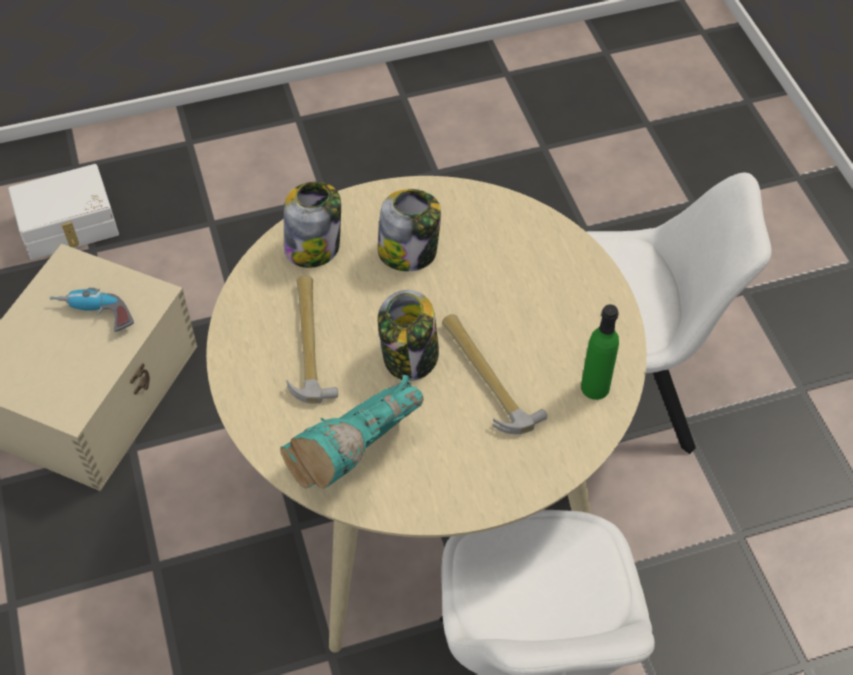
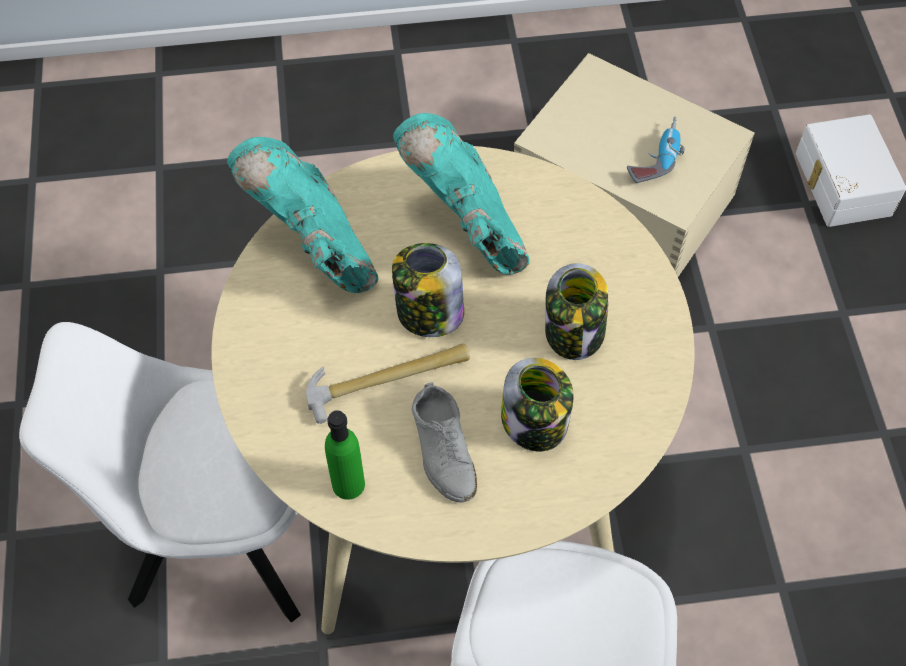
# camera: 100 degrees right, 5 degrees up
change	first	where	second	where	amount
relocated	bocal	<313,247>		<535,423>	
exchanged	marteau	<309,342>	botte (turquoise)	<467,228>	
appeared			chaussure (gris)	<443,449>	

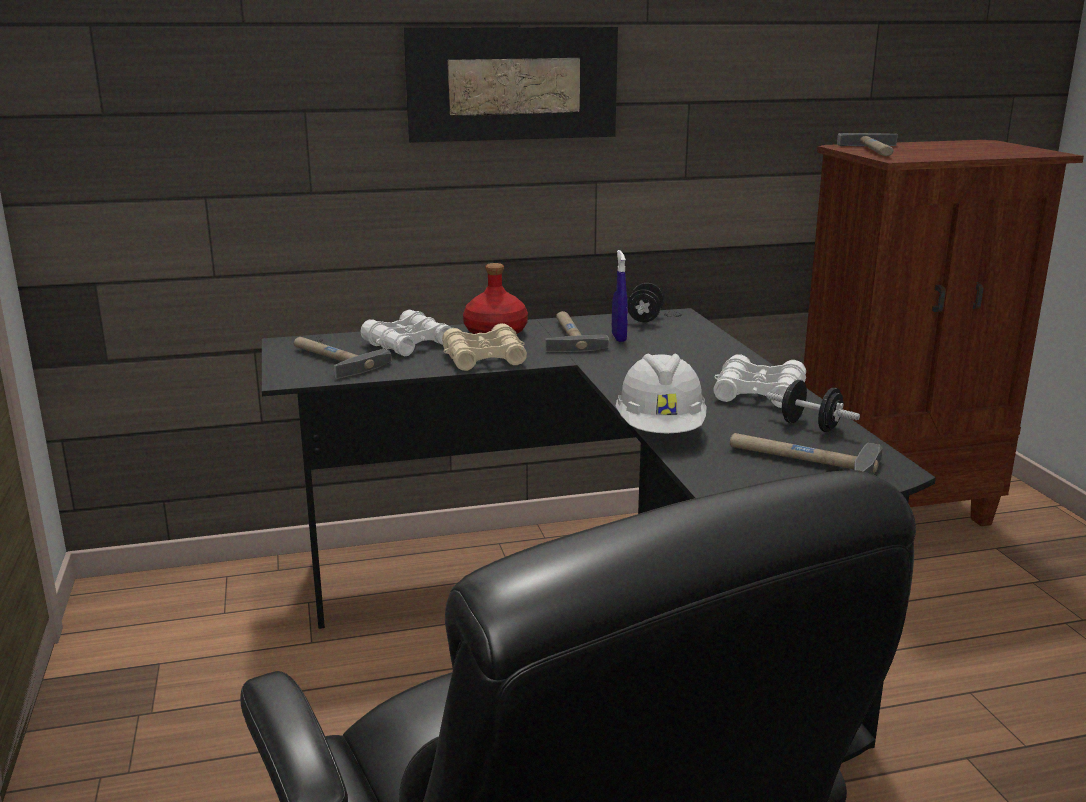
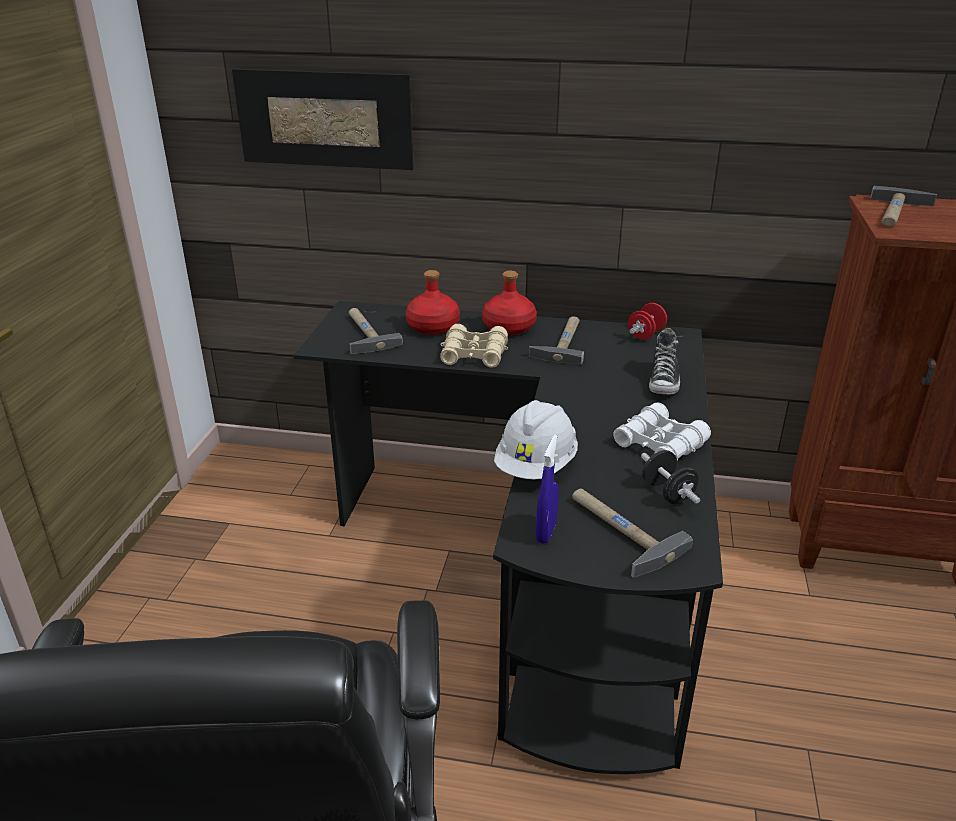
# camera: 25 degrees right, 10 degrees up
change	first	where	second	where	amount
relocated	tableau	<513,84>		<324,119>	
relocated	vaporisateur (bleu)	<619,337>		<546,532>	
colour	haltère (noir)	<645,318>	haltère (rouge)	<646,334>	
exchanged	jumelles (blanc)	<408,344>	bouteille (rouge)	<432,327>	
appeared			chaussure	<664,382>	

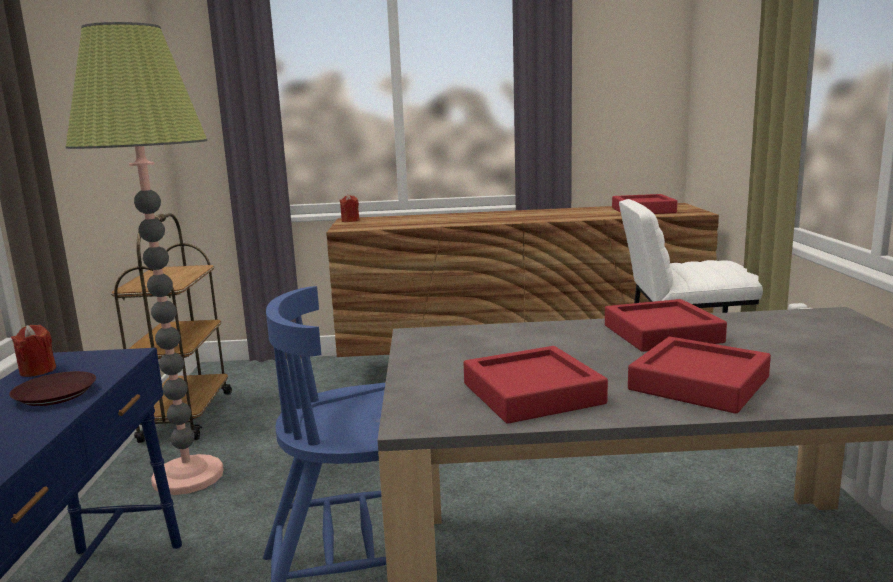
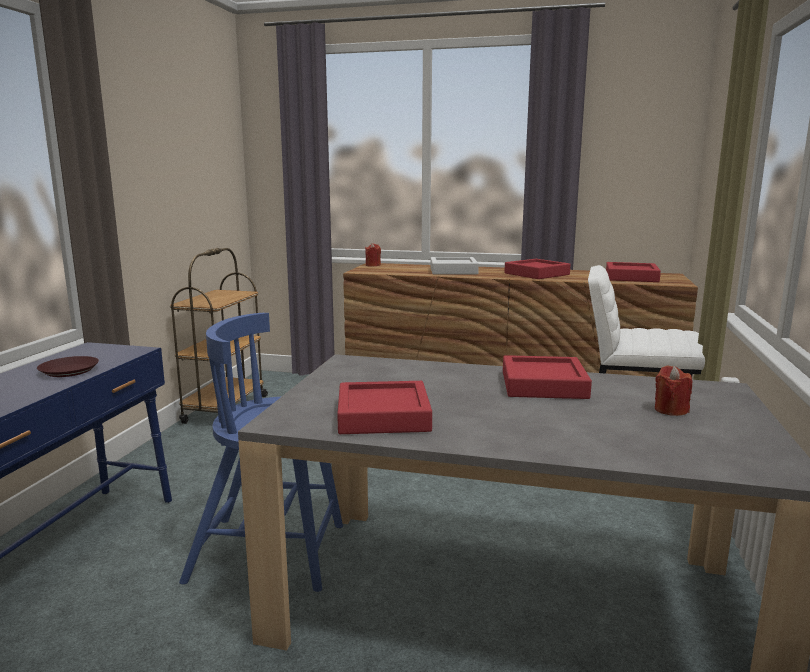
# camera: 15 degrees right, 0 degrees up
change	first	where	second	where	amount
missing	lampadaire	<188,476>			
relocated	bougie (rouge)	<38,371>		<670,410>	
relocated	plateau (rouge)	<698,383>		<536,274>	
appeared			plateau (gris)	<453,271>	

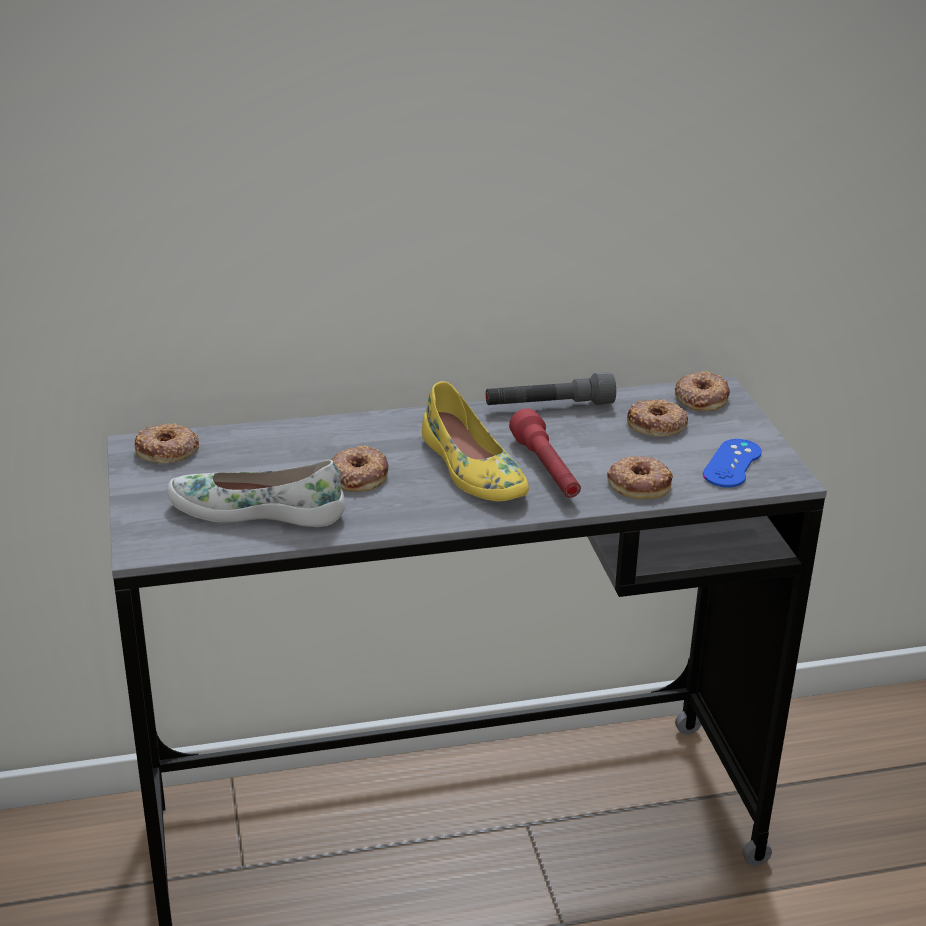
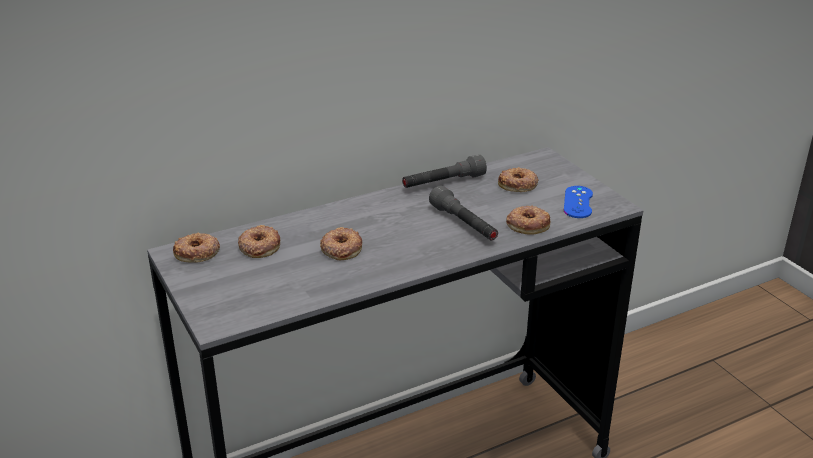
# camera: 15 degrees left, 0 degrees up
change	first	where	second	where	amount
relocated	beignet	<701,398>		<259,246>	
missing	chaussure (jaune)	<471,469>			
colour	lampe de poche (rouge)	<546,470>	lampe de poche (gris)	<464,224>	
missing	chaussure (blanc)	<257,510>			

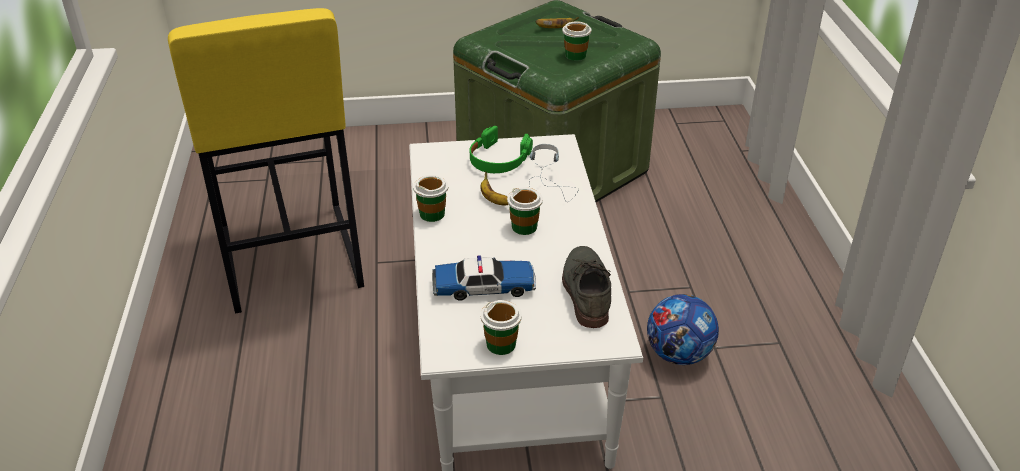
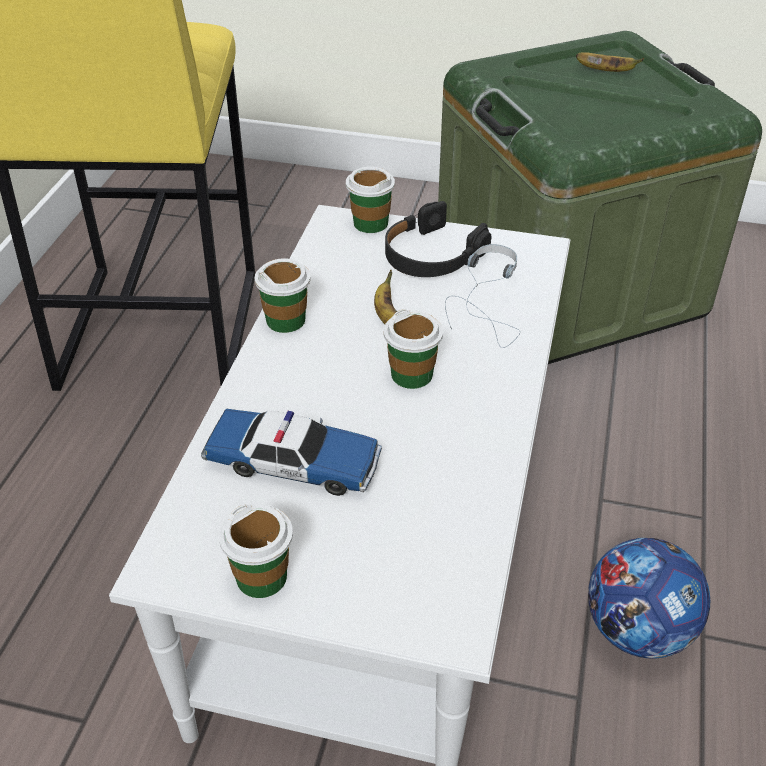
# camera: 20 degrees right, 5 degrees up
change	first	where	second	where	amount
relocated	tasse	<575,55>		<370,223>	
colour	casque audio (vert)	<498,159>	casque audio (noir)	<431,255>	
missing	chaussure (gris)	<585,290>			

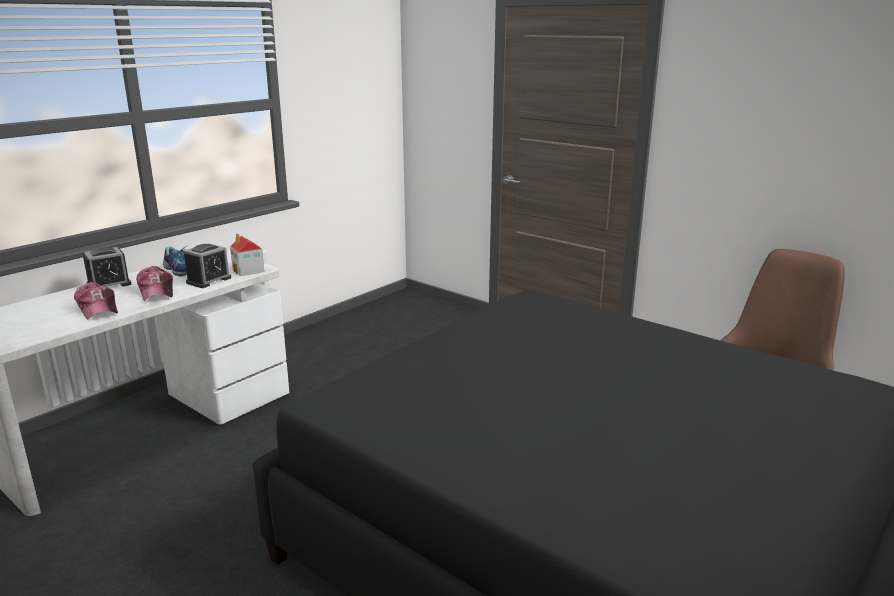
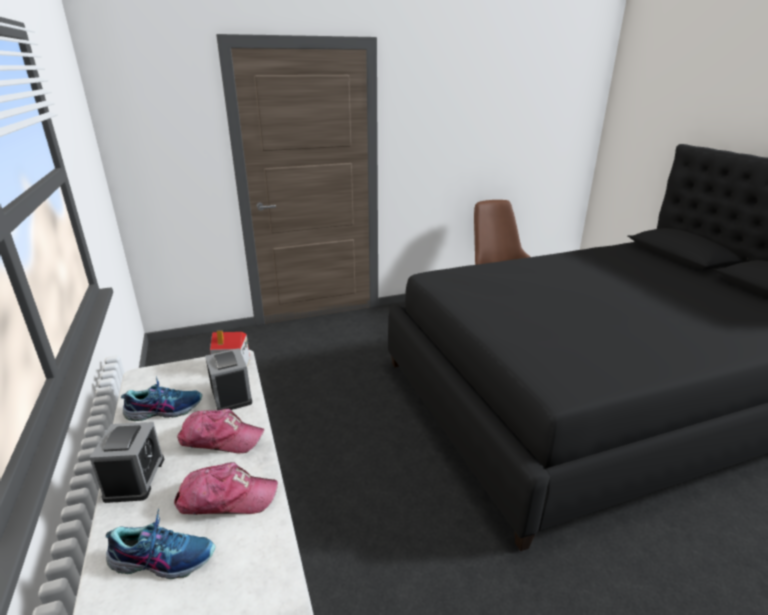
# camera: 60 degrees left, 5 degrees up
change	first	where	second	where	amount
appeared			chaussure	<163,558>	

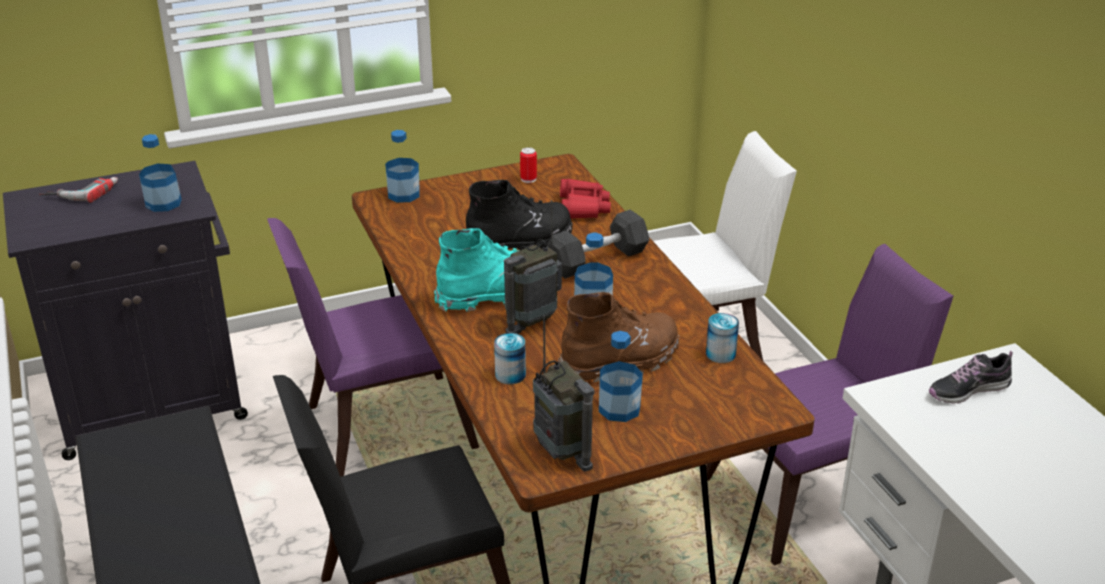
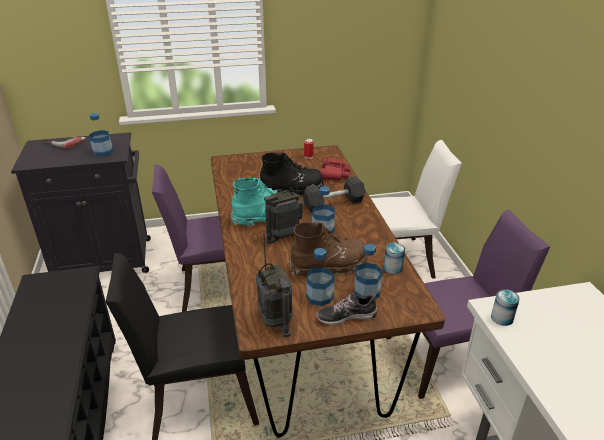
# camera: 10 degrees right, 0 degrees up
change	first	where	second	where	amount
relocated	bouteille	<404,194>		<367,292>	
relocated	boîte métallique	<510,375>		<502,318>	
relocated	chaussure	<968,390>		<346,316>	

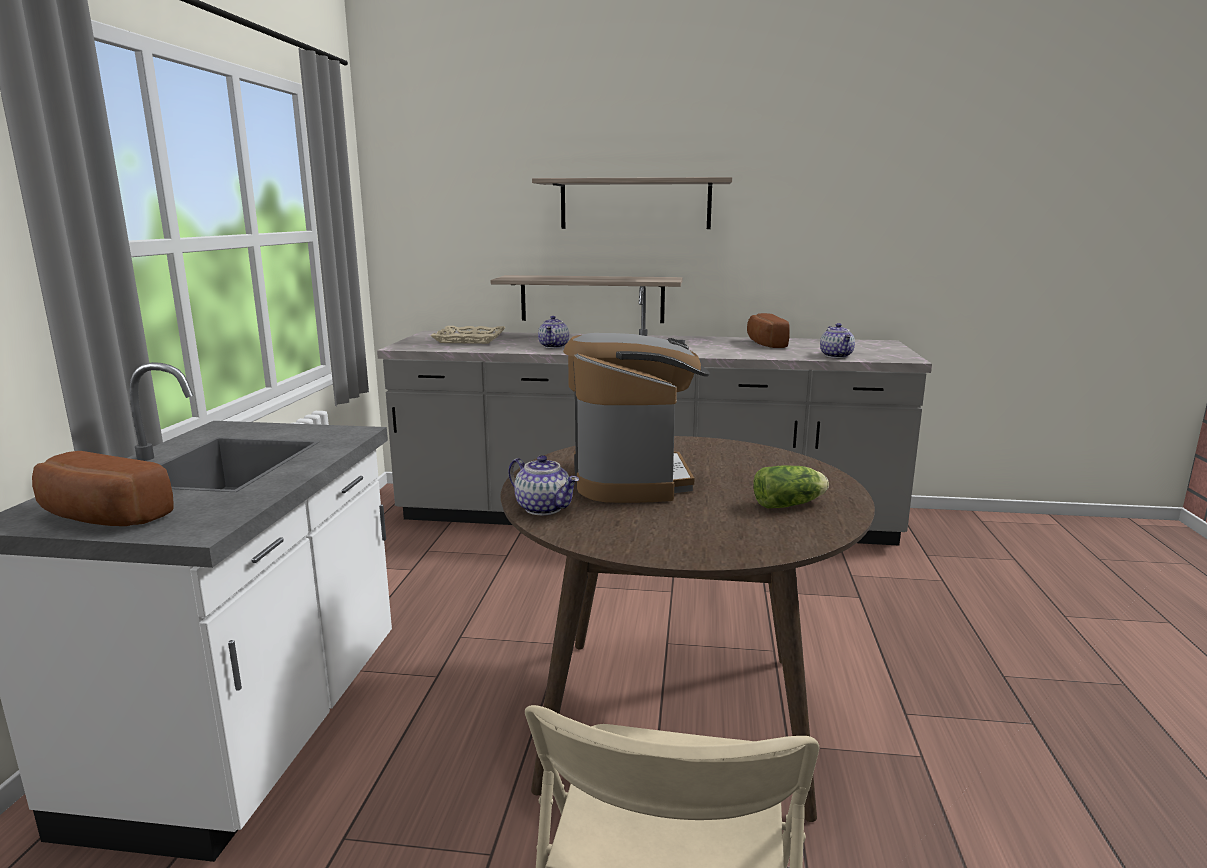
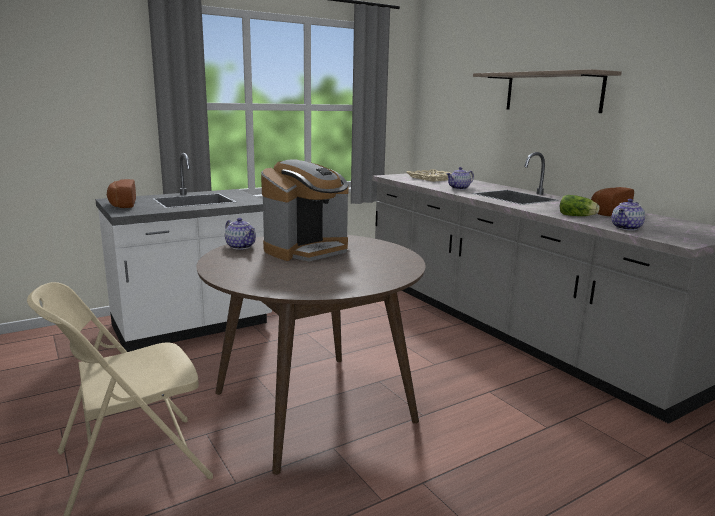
# camera: 50 degrees right, 0 degrees up
change	first	where	second	where	amount
missing	étagère	<592,299>			
spun	théière	<544,508>		<241,246>	45 degrees counterclockwise
relocated	laitue	<790,504>		<578,216>	

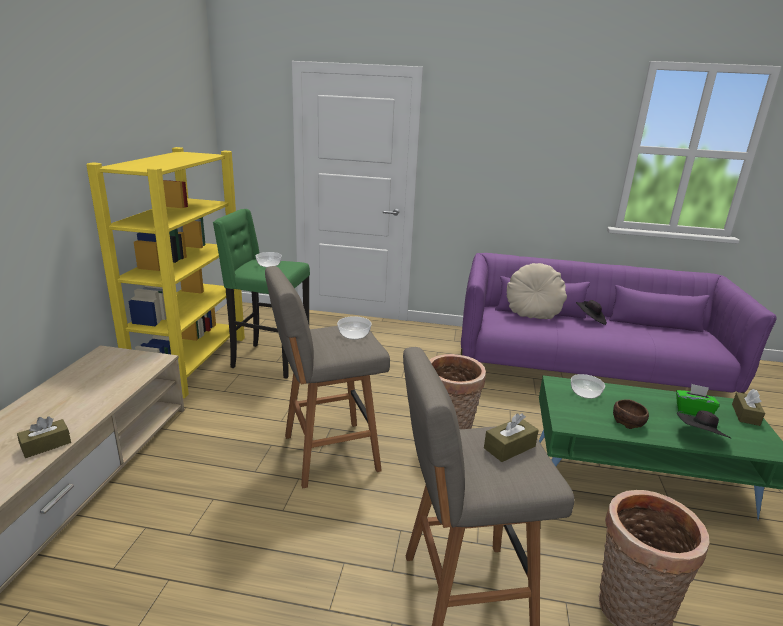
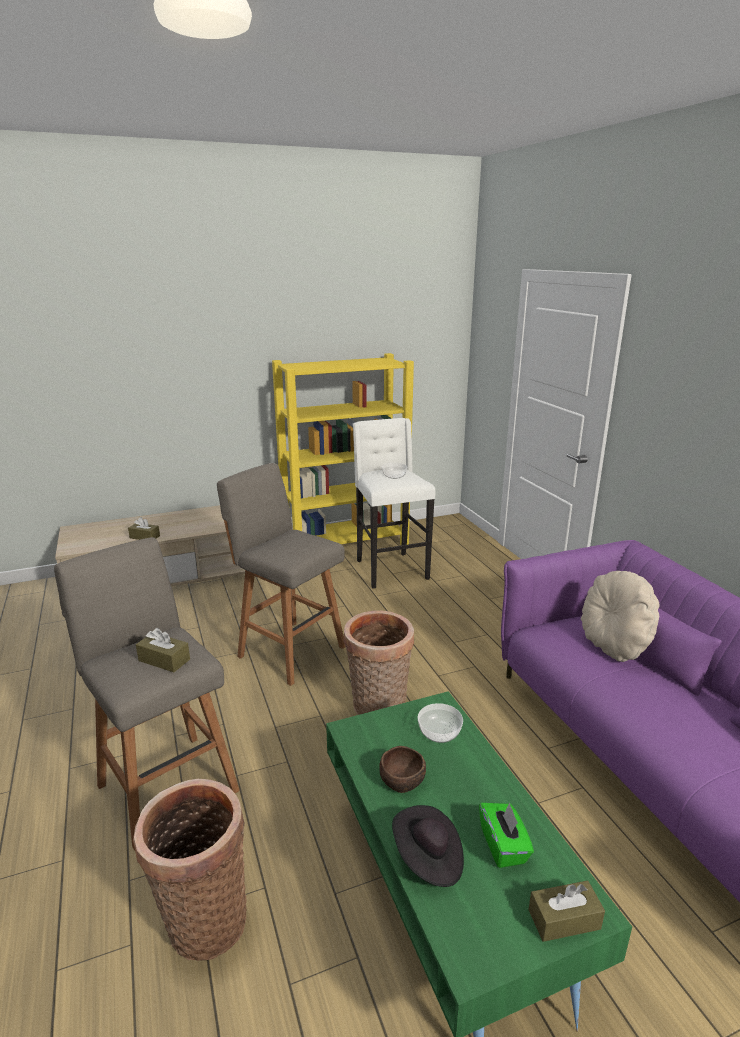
# camera: 60 degrees right, 0 degrees up
change	first	where	second	where	amount
colour	tabouret (vert)	<268,360>	tabouret (blanc)	<390,569>	
missing	chapeau (noir)	<590,320>			
missing	bol	<353,335>			

